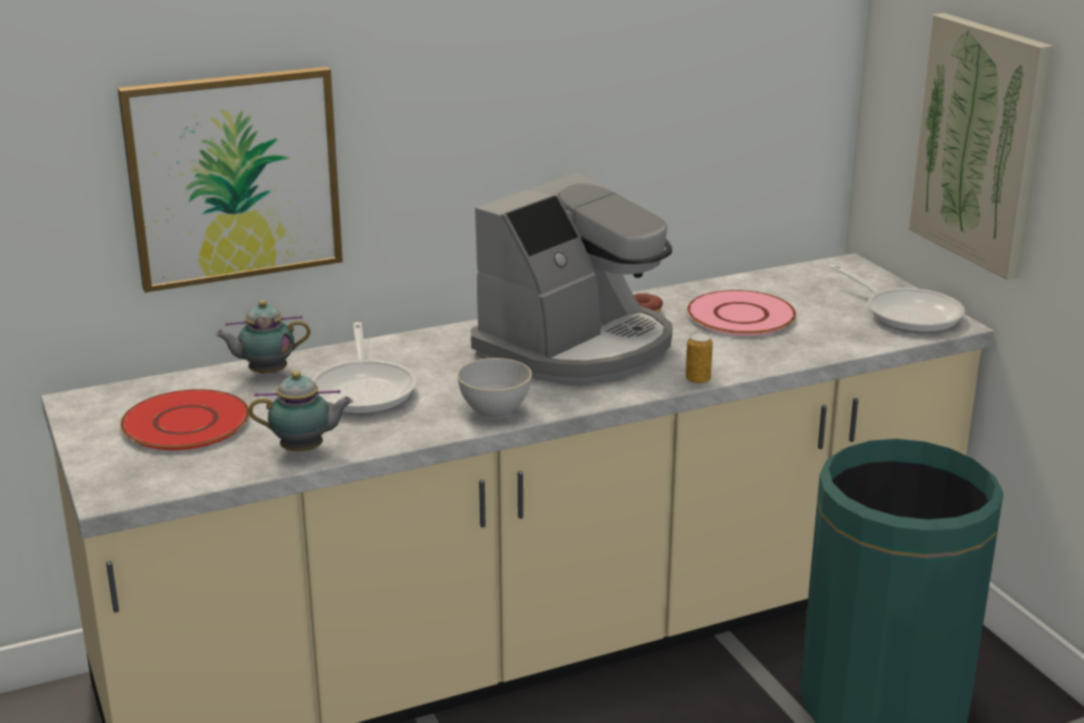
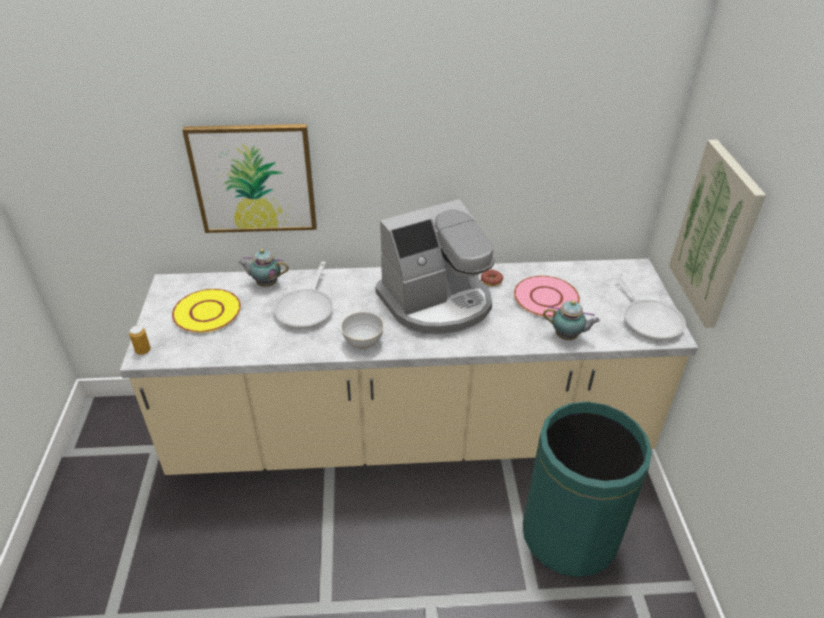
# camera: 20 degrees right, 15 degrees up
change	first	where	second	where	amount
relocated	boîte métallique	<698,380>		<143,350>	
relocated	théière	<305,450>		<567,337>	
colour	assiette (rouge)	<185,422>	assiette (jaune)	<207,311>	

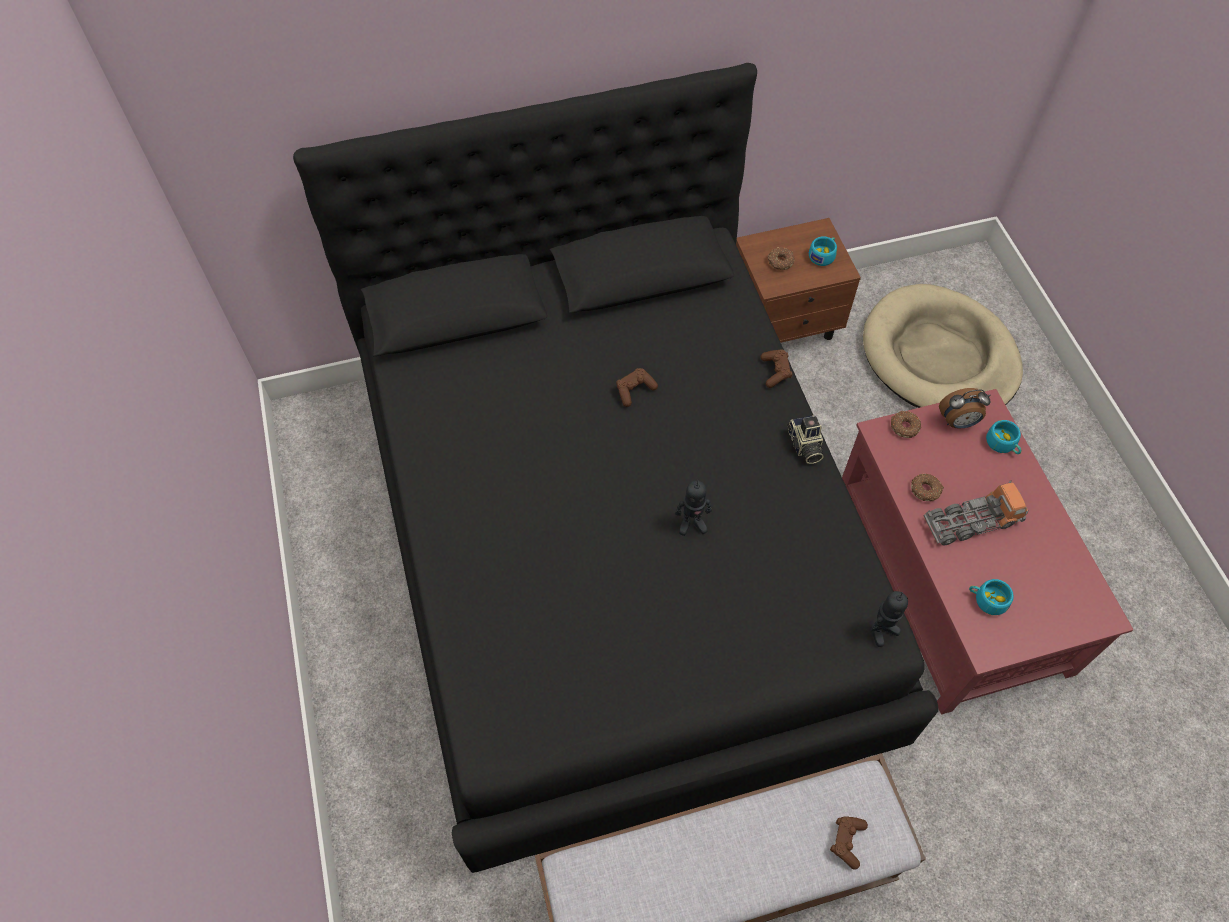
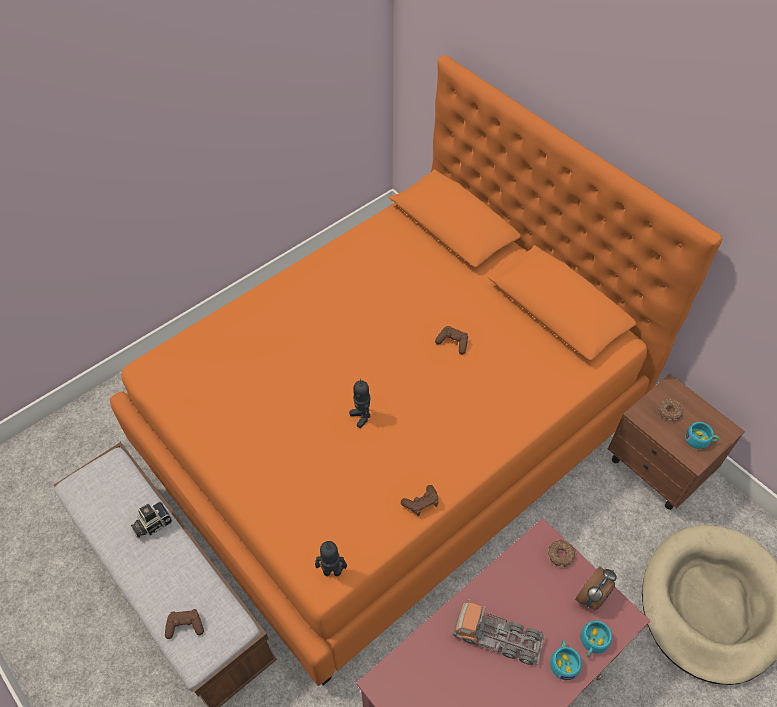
# camera: 65 degrees right, 5 degrees down
change	first	where	second	where	amount
colour	lit (noir)	<614,548>	lit (orange)	<389,430>	
relocated	manette (marron)	<775,372>		<421,503>	
spun	réveil	<958,422>		<592,597>	105 degrees counterclockwise
relocated	appareil photo	<804,446>		<152,524>	
missing	beignet	<926,490>			
spun	camion jouet	<971,521>		<497,637>	150 degrees clockwise
relocated	tasse (turquoise)	<987,599>		<563,662>	
spun	robot jouet	<881,631>		<332,571>	150 degrees clockwise

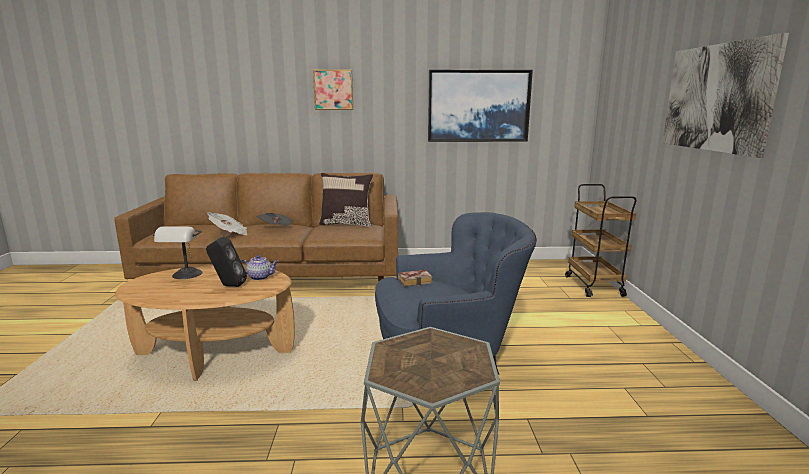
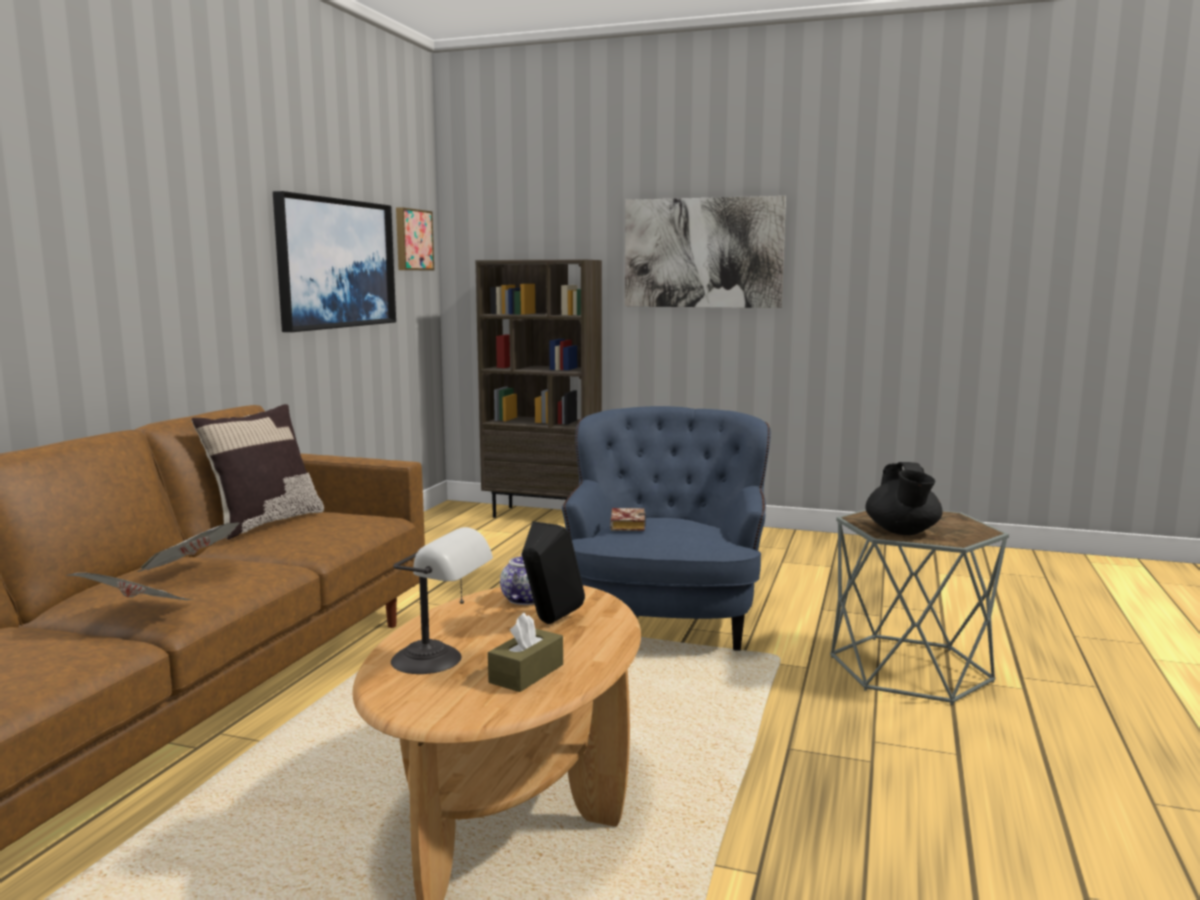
# camera: 70 degrees left, 5 degrees down
change	first	where	second	where	amount
relocated	tableau	<333,90>		<412,240>	
exchanged	chariot (marron)	<594,286>	bibliothèque (marron)	<543,515>	
appeared			théière (noir)	<902,532>	
appeared			boîte à mouchoirs (marron)	<526,673>	

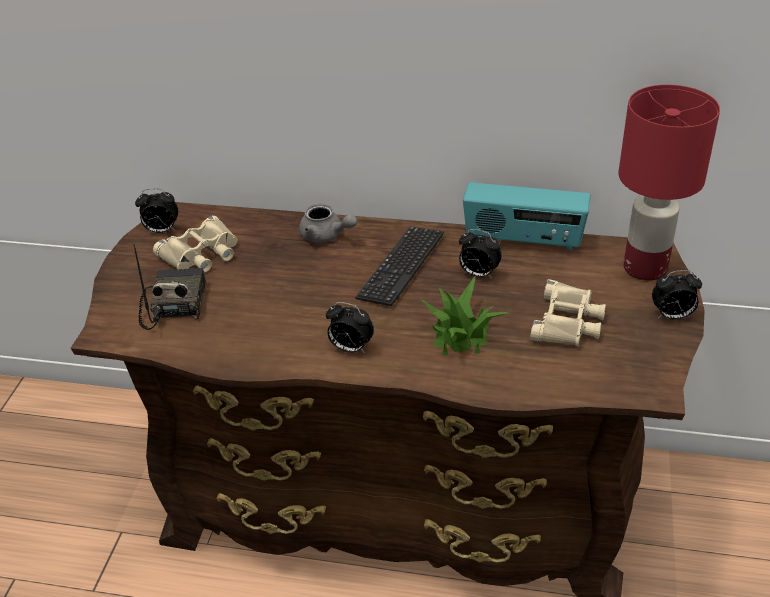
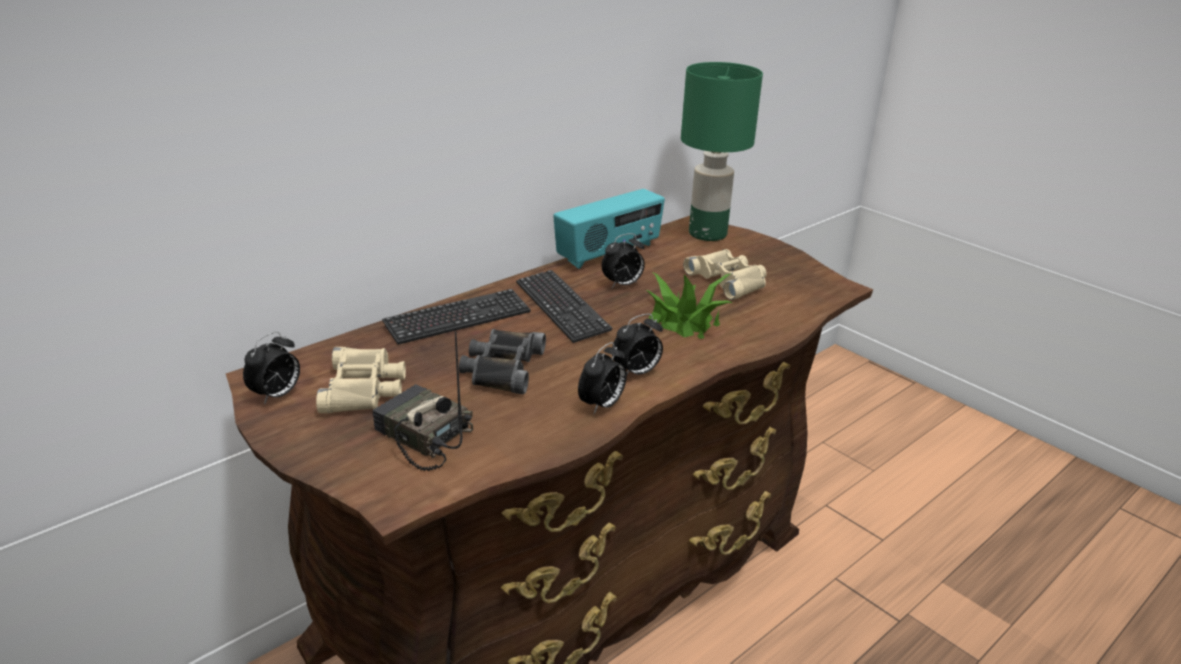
# camera: 55 degrees left, 10 degrees down
change	first	where	second	where	amount
colour	lampe de table (rouge)	<645,269>	lampe de table (vert)	<708,234>	
exchanged	théière (gris)	<326,236>	clavier	<457,319>	
relocated	réveil	<672,316>		<602,405>	
appeared			jumelles (noir)	<502,368>	

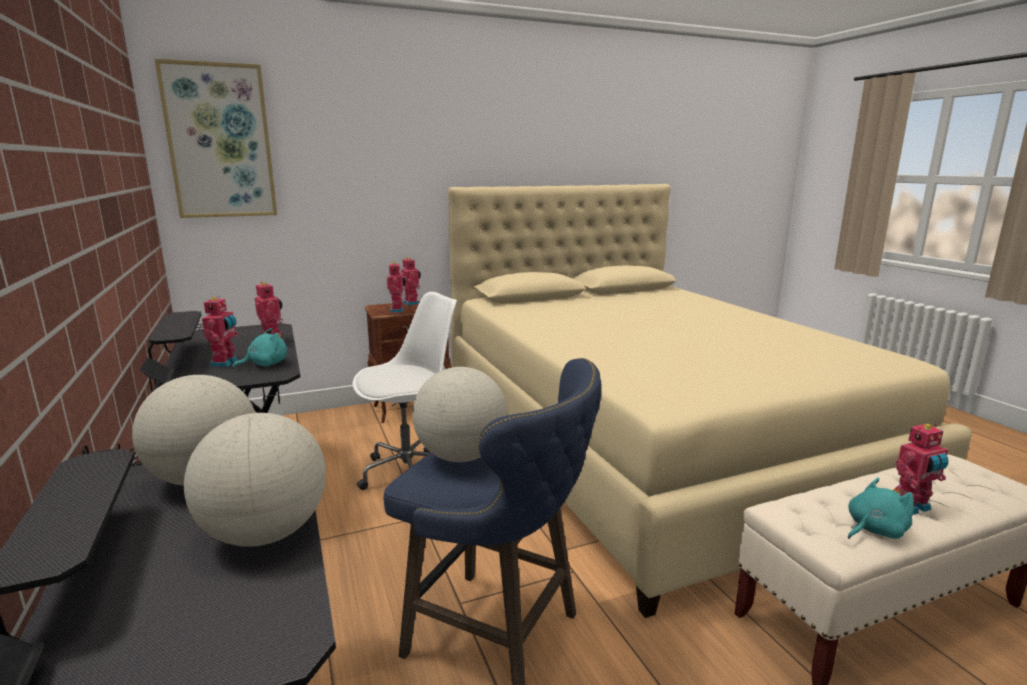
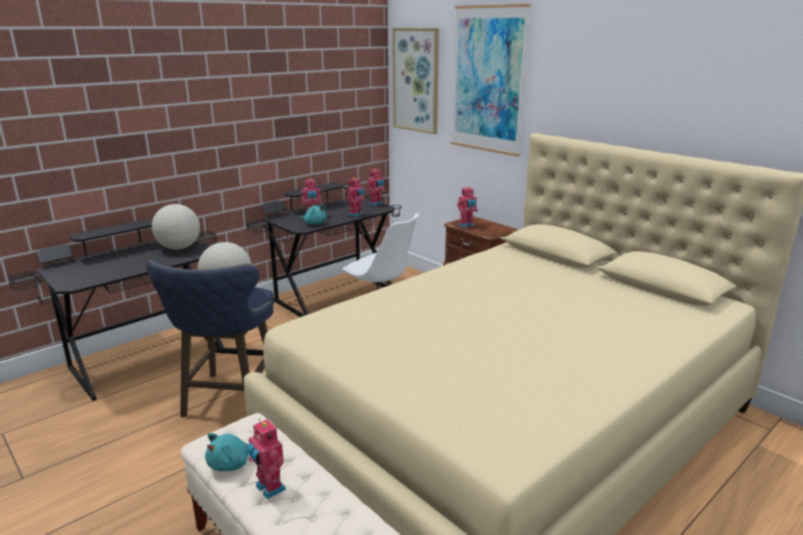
# camera: 70 degrees right, 5 degrees up
change	first	where	second	where	amount
relocated	robot jouet	<412,303>		<376,204>	
missing	globe	<265,533>			
spun	peluche (turquoise)	<874,530>		<231,464>	90 degrees clockwise
appeared			tableau	<488,80>	

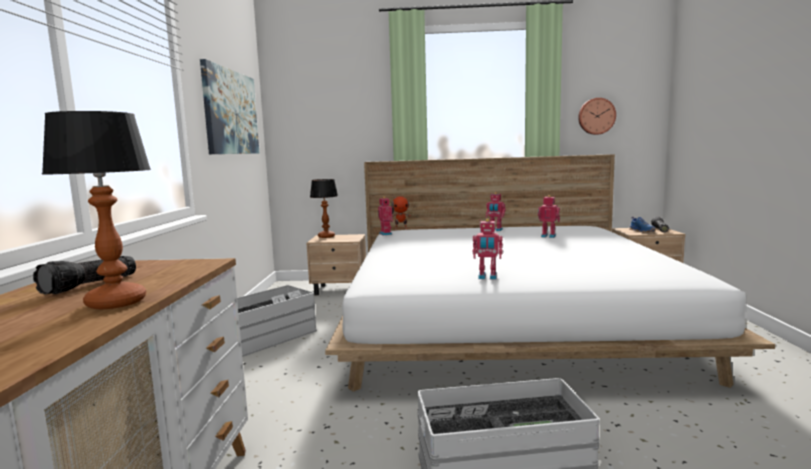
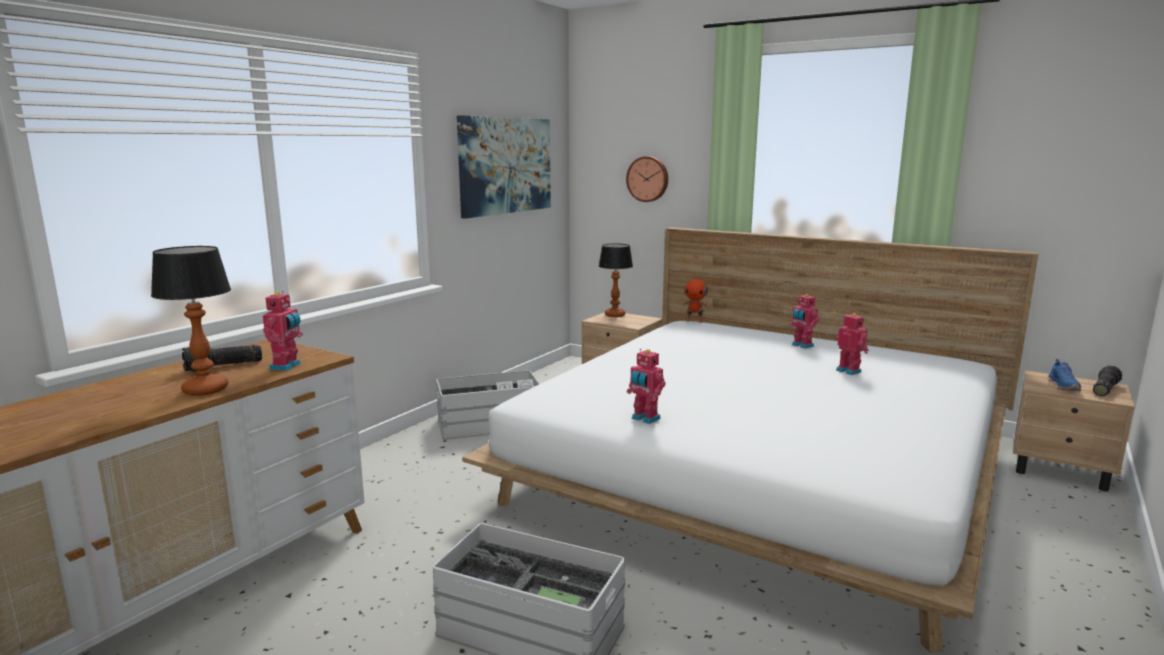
# camera: 30 degrees right, 5 degrees up
change	first	where	second	where	amount
relocated	horloge murale	<596,116>		<648,179>	
relocated	robot jouet	<386,234>		<287,366>	

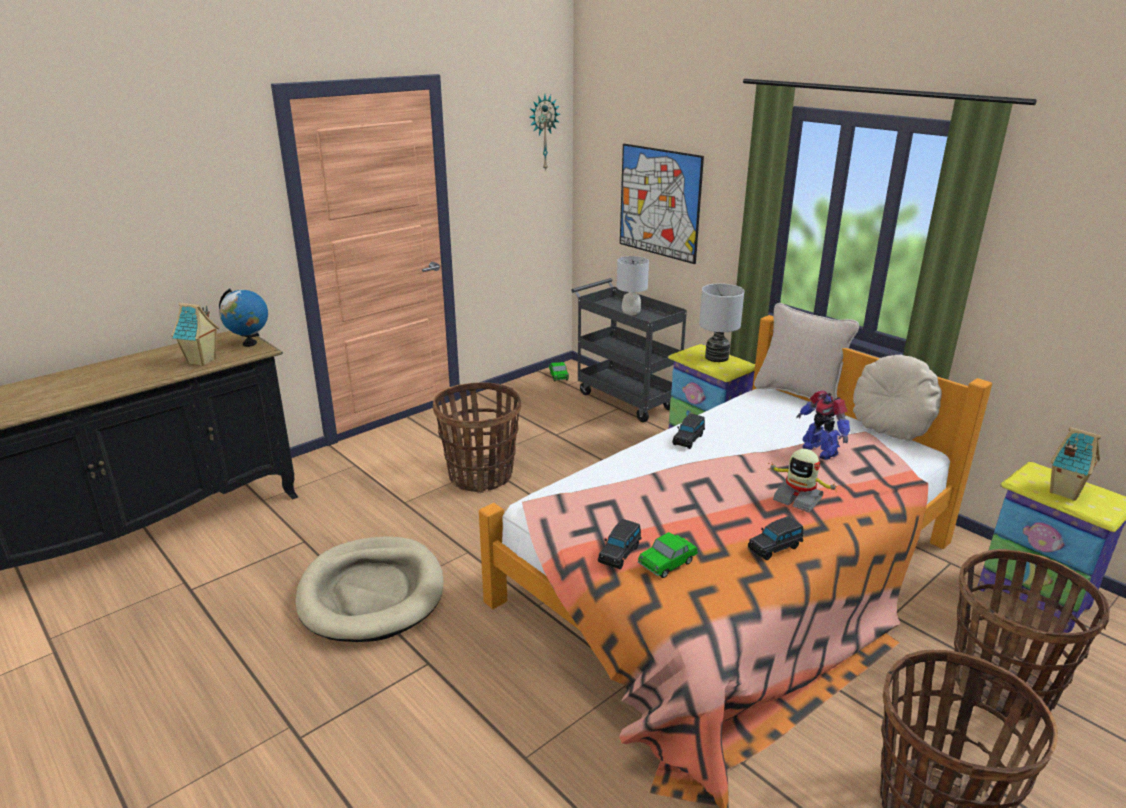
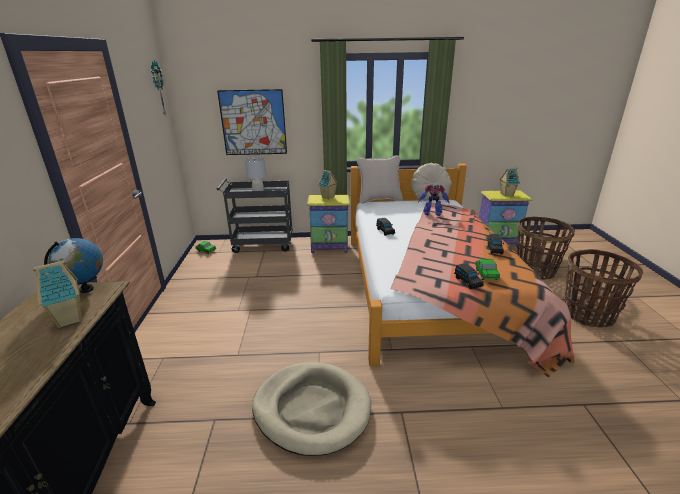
# camera: 50 degrees left, 0 degrees up
change	first	where	second	where	amount
exchanged	lampe de table (gris)	<716,357>	maison miniature	<328,197>	
missing	panier	<481,476>			
missing	robot jouet	<798,498>			

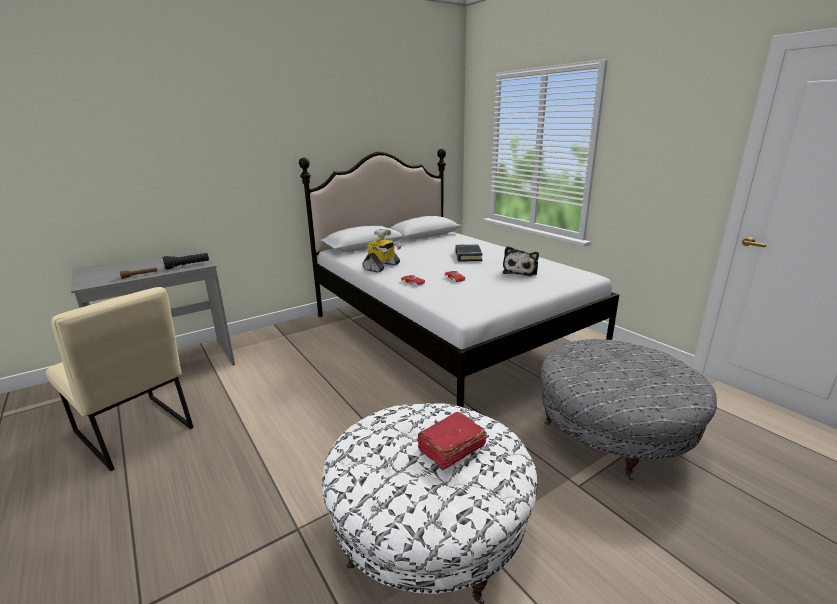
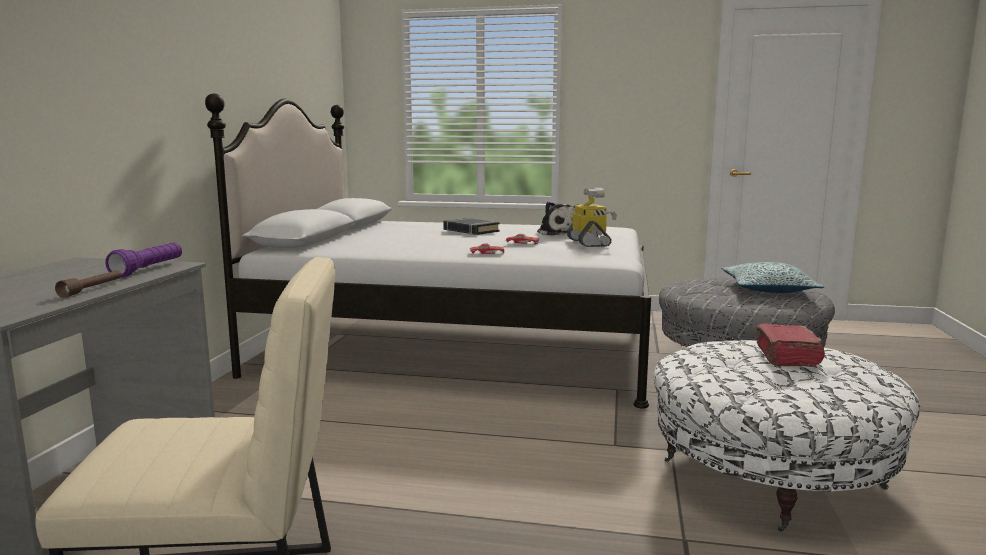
# camera: 45 degrees left, 10 degrees down
change	first	where	second	where	amount
relocated	robot jouet	<382,267>		<589,243>	
colour	lampe de poche (noir)	<187,266>	lampe de poche (violet)	<148,269>	
appeared			coussin	<768,289>	

